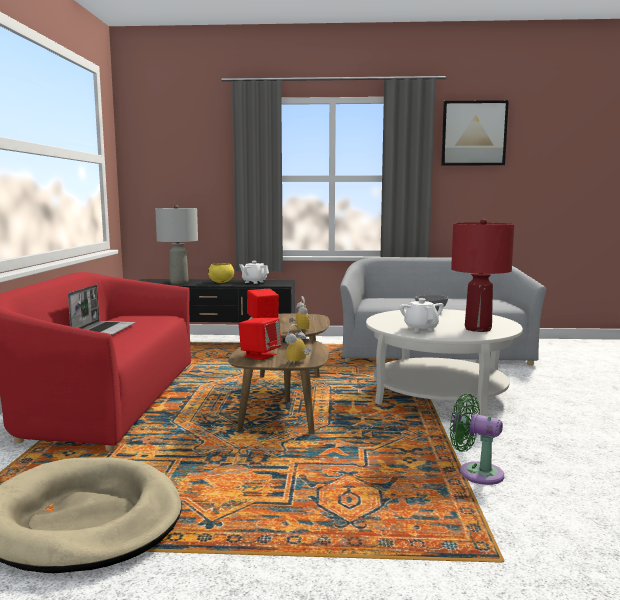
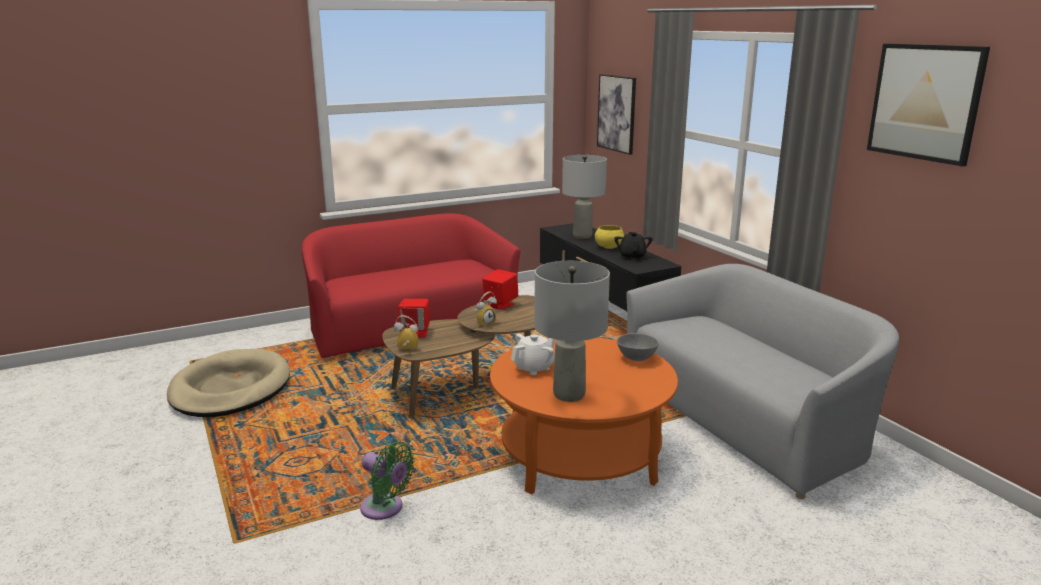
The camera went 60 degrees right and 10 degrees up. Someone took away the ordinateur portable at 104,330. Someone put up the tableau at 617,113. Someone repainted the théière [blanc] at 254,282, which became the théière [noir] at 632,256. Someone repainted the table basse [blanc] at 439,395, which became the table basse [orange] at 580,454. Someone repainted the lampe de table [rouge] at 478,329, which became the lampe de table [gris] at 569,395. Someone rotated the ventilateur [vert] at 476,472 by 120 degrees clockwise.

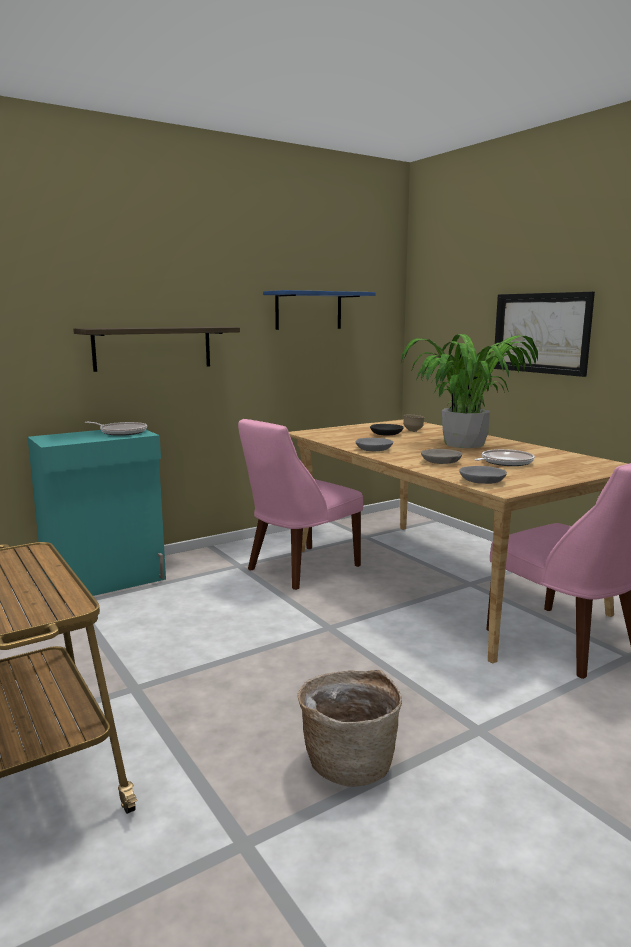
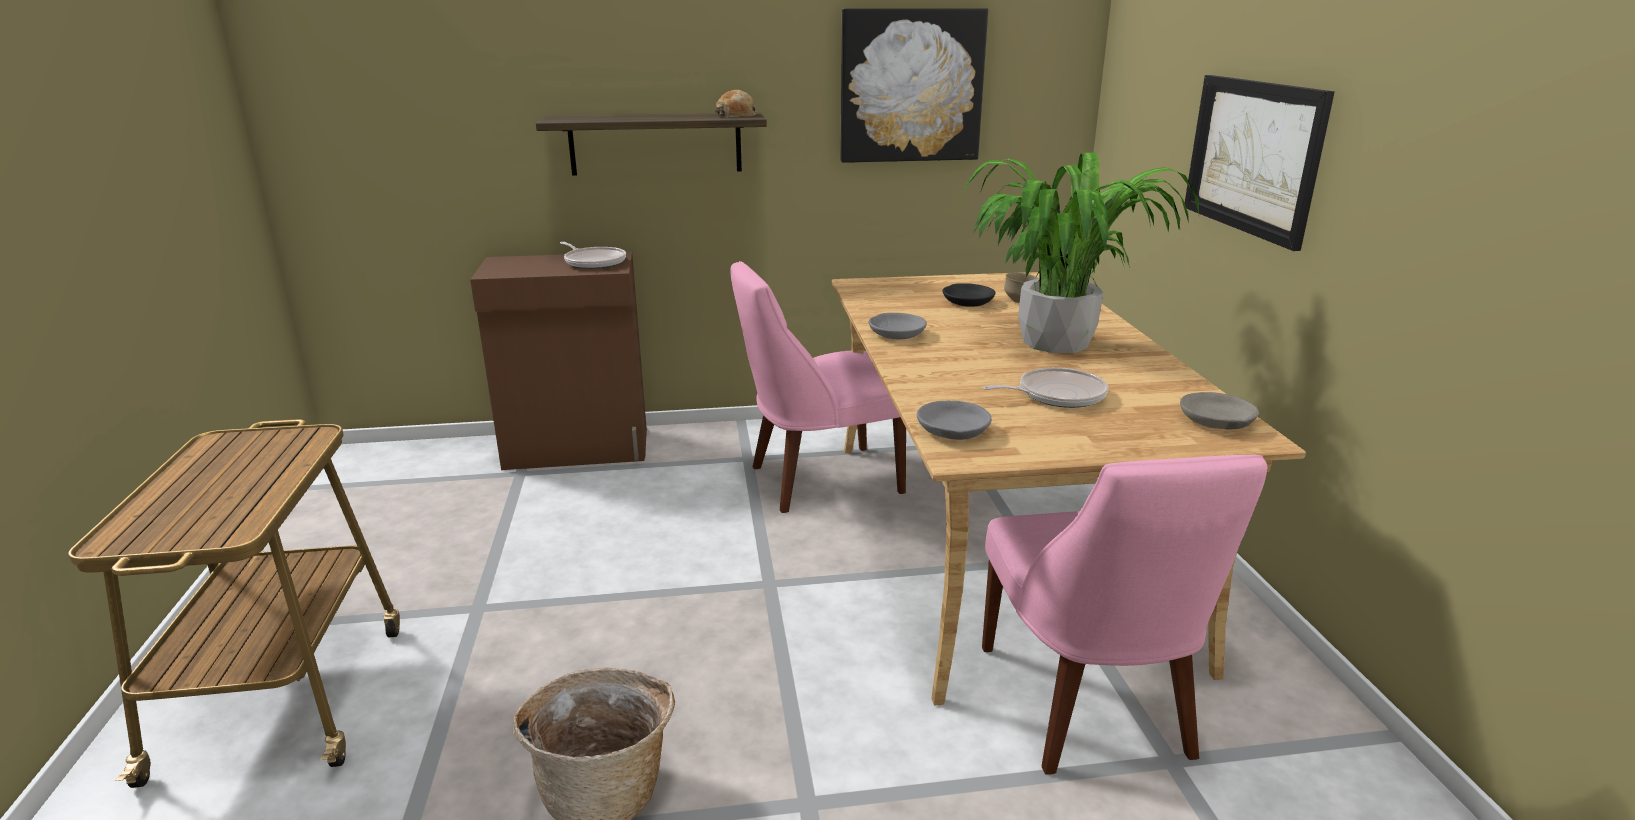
The camera went 25 degrees right and 10 degrees up. Someone put down the pain at 736,115. Someone carried the bol [gris] from 441,462 to 1216,422. Someone swapped the étagère [bleu] at 308,310 for the tableau at 911,86. Someone repainted the meuble de rangement [turquoise] at 106,581, which became the meuble de rangement [marron] at 578,450.

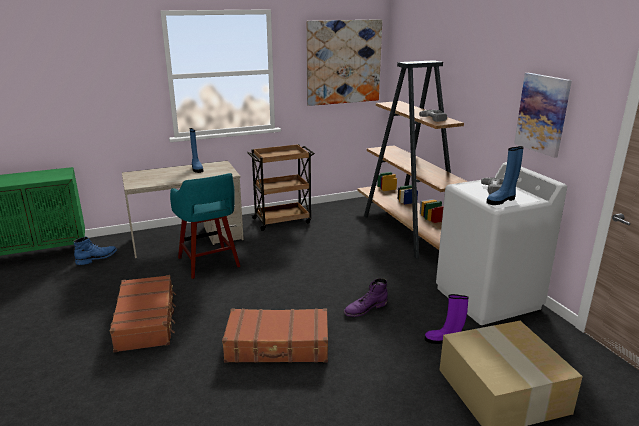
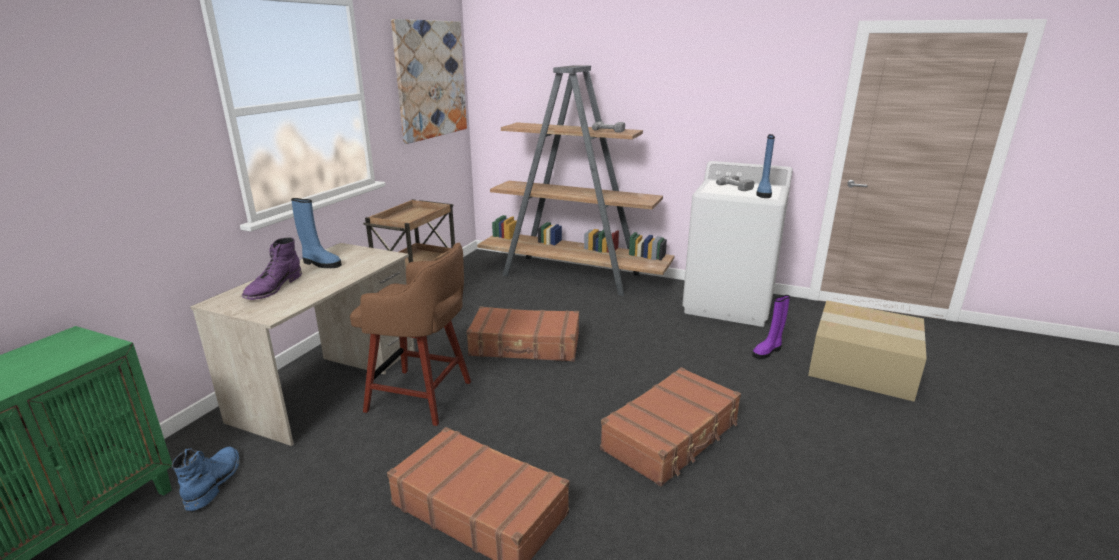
The camera went 45 degrees left and 0 degrees up. Someone took away the tableau at 542,114. Someone put down the valise [marron] at 525,346. Someone carried the botte [violet] from 365,308 to 273,287. Someone repainted the tabouret [turquoise] at 209,263, which became the tabouret [marron] at 422,397.

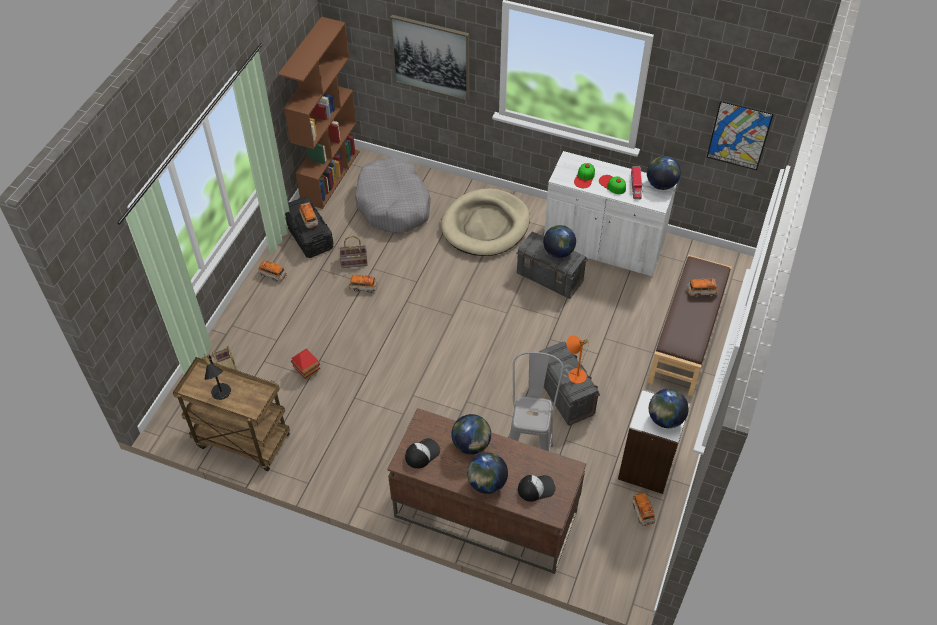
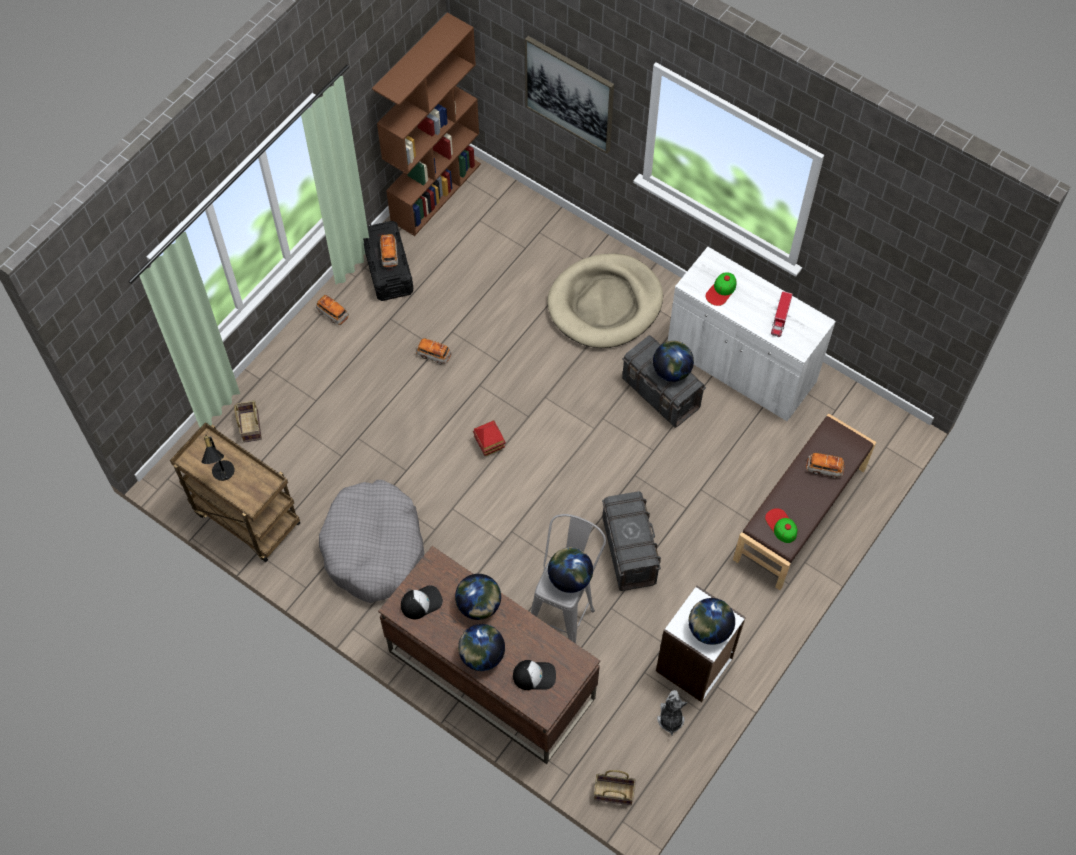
The camera went 15 degrees right and 10 degrees up. Someone took away the lampe de table [orange] at 575,373. Someone took away the tableau at 739,135. Someone carried the maison miniature from 307,370 to 489,445. Someone carried the panier from 353,262 to 612,793. Someone carried the panier pour chien [gris] from 393,204 to 374,548. Someone carried the casquette from 612,184 to 781,525. Someone carried the globe from 661,184 to 570,578. Someone swapped the petite voiture at 642,512 for the peluche at 670,718.

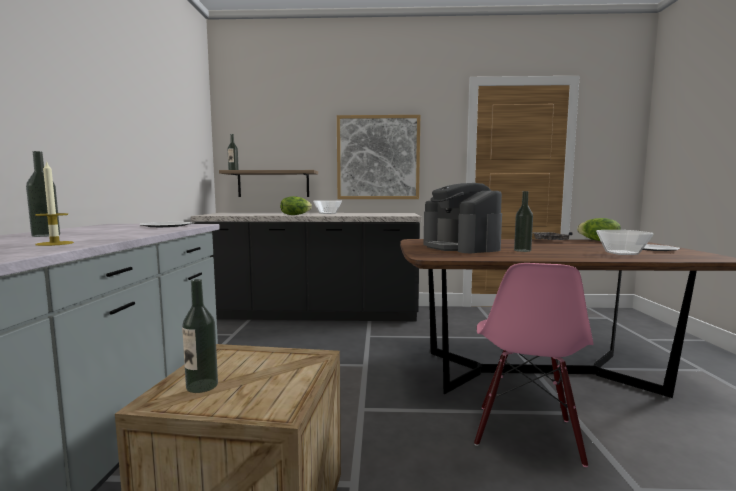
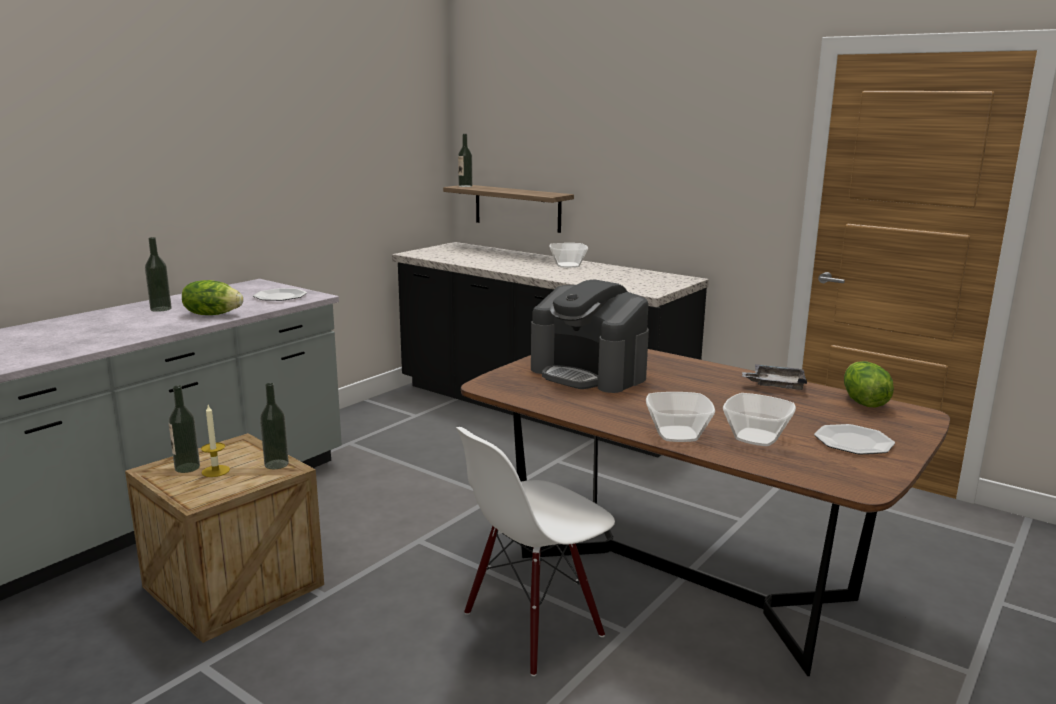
The camera went 35 degrees right and 10 degrees up. Someone took away the tableau at 378,158. Someone put down the bol at 678,434. Someone carried the bougie from 54,243 to 215,471. Someone carried the laitue from 295,215 to 212,314. Someone carried the bouteille from 522,250 to 276,464. Someone repainted the chaise [rose] at 526,433, which became the chaise [blanc] at 533,626. Someone rotated the machine à café at 461,247 by 60 degrees counterclockwise.

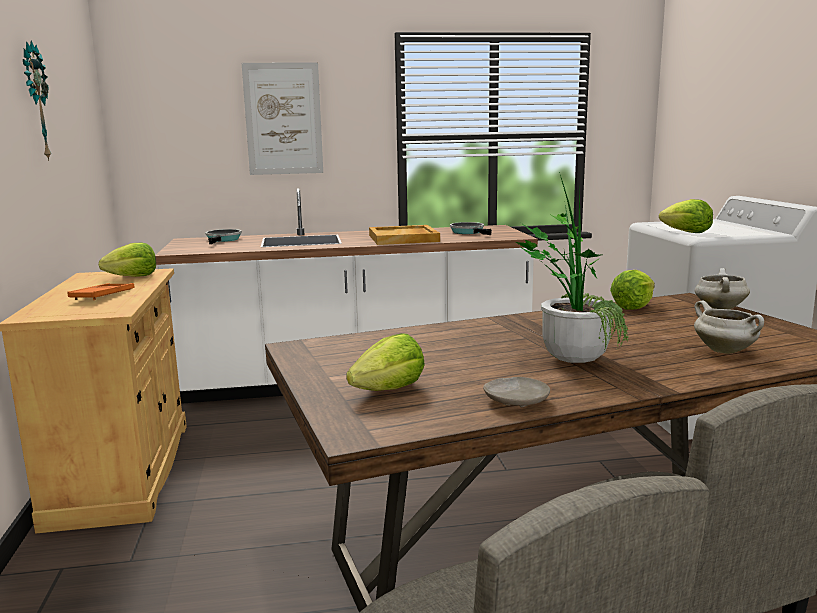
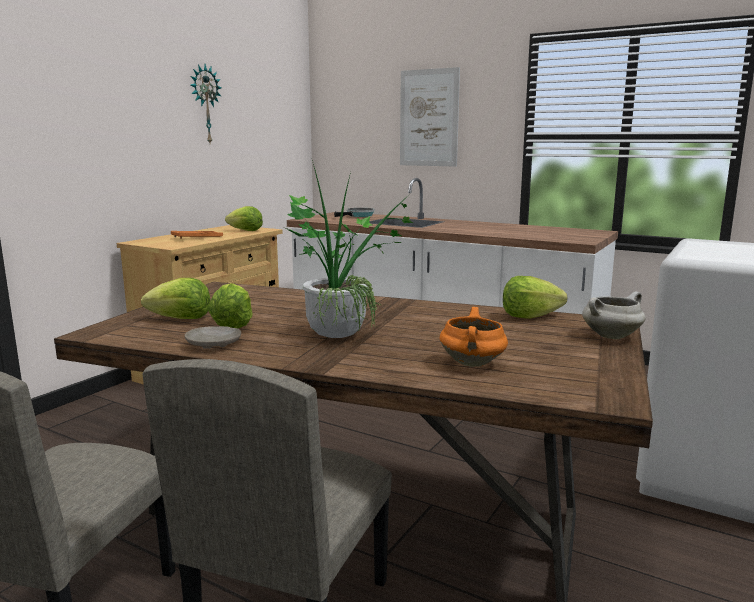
The camera went 40 degrees right and 0 degrees up. Someone took away the plateau [beige] at 404,238. Someone took away the poêle at 469,232. Someone carried the laitue from 686,232 to 233,325. Someone repainted the marmite [blanc] at 725,351, which became the marmite [orange] at 473,364.

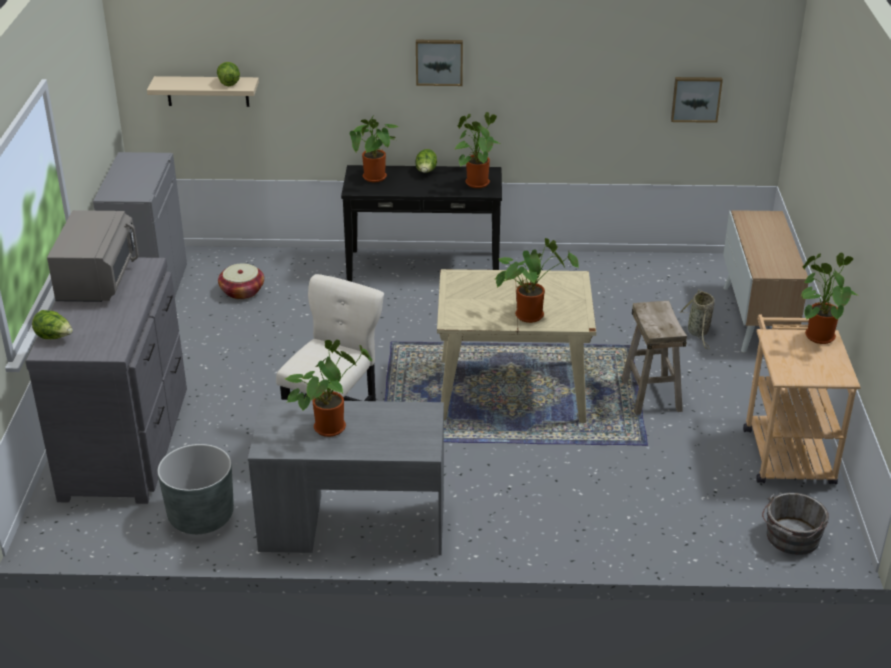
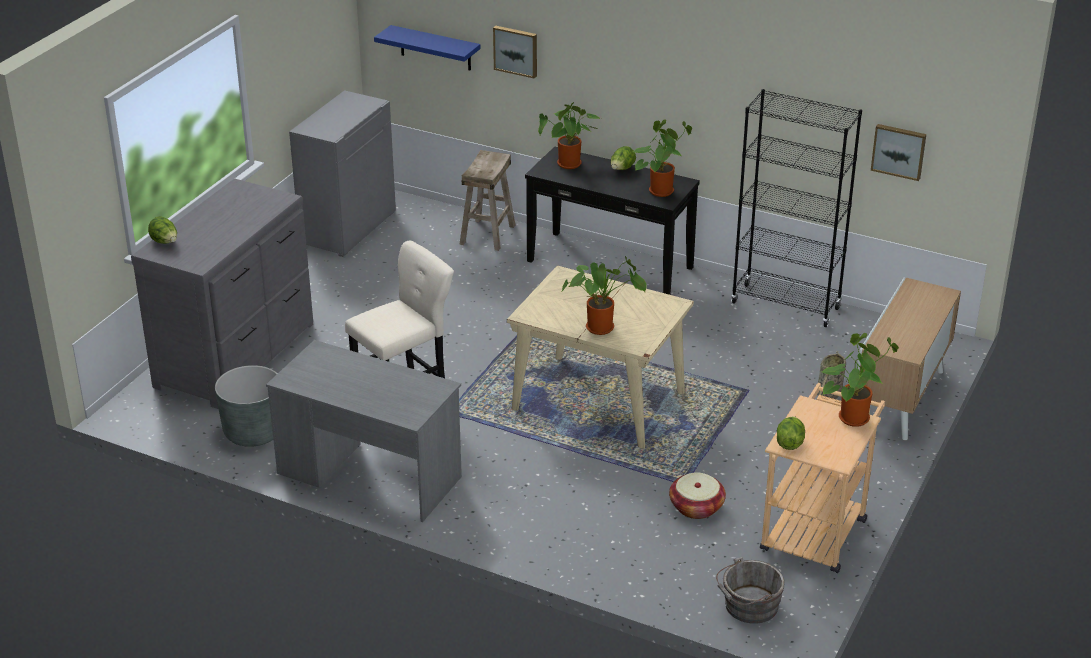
The camera went 25 degrees right and 0 degrees up. Someone took away the micro-ondes [gris] at 98,280. Someone took away the plante en pot at 330,425. Someone put down the bibliothèque [noir] at 786,306. Someone carried the laitue from 229,83 to 789,442. Someone carried the panier from 242,291 to 696,507. Someone carried the tableau from 439,61 to 516,51. Someone carried the tabouret [beige] from 651,395 to 488,234. Someone repainted the étagère [beige] at 207,91, which became the étagère [bleu] at 435,48.

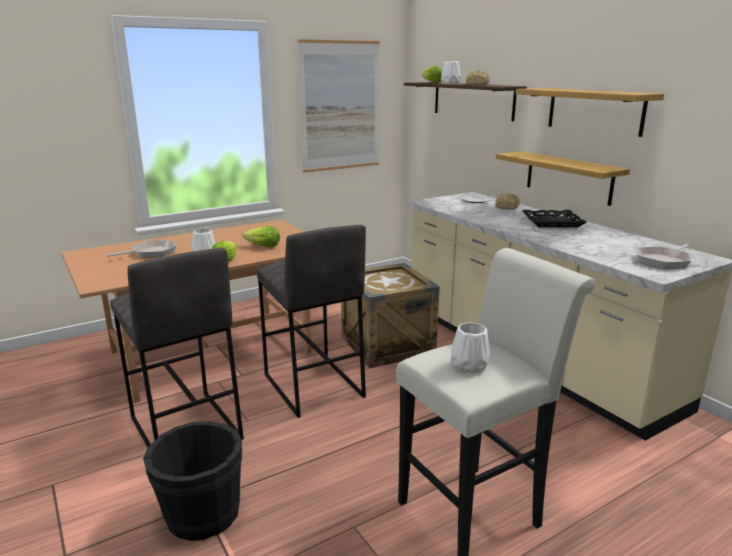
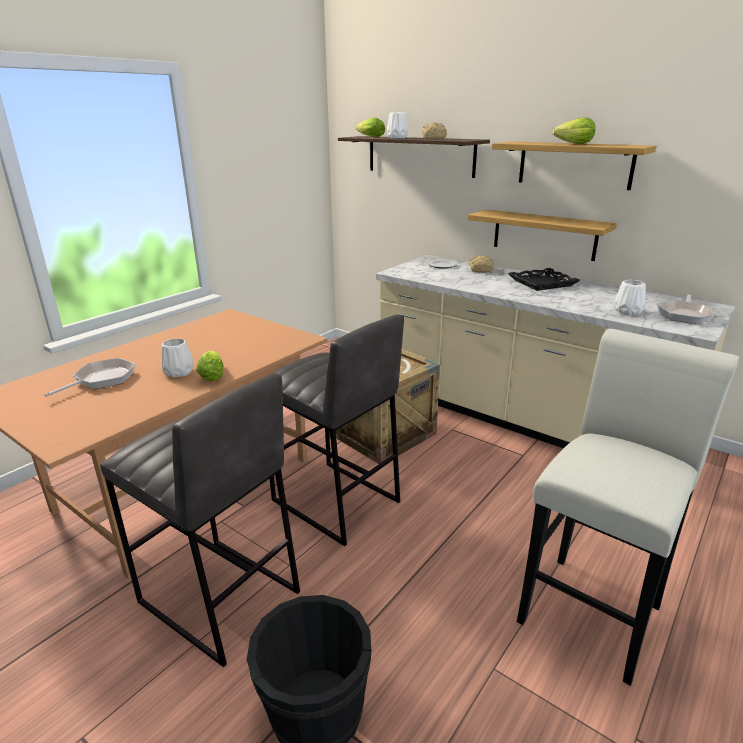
The camera went 20 degrees left and 5 degrees up. Someone took away the tableau at 340,106. Someone carried the laitue from 263,246 to 574,144. Someone carried the vase [blanc] from 470,365 to 628,311.

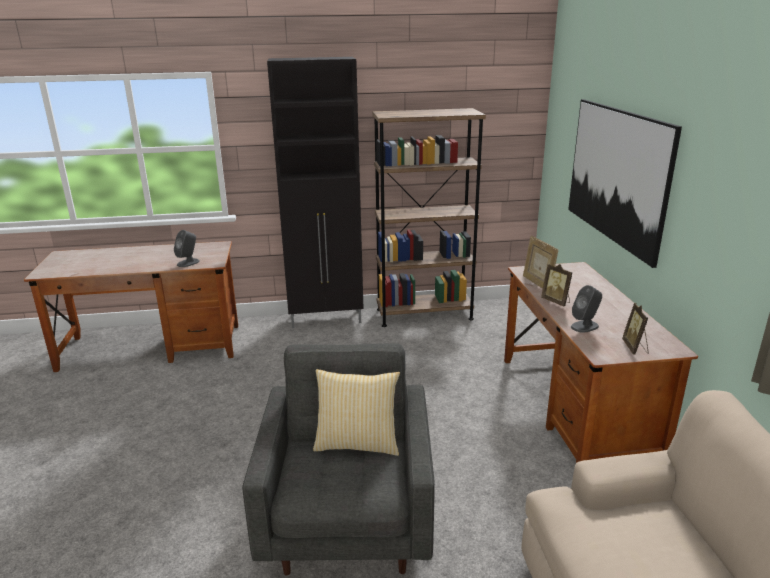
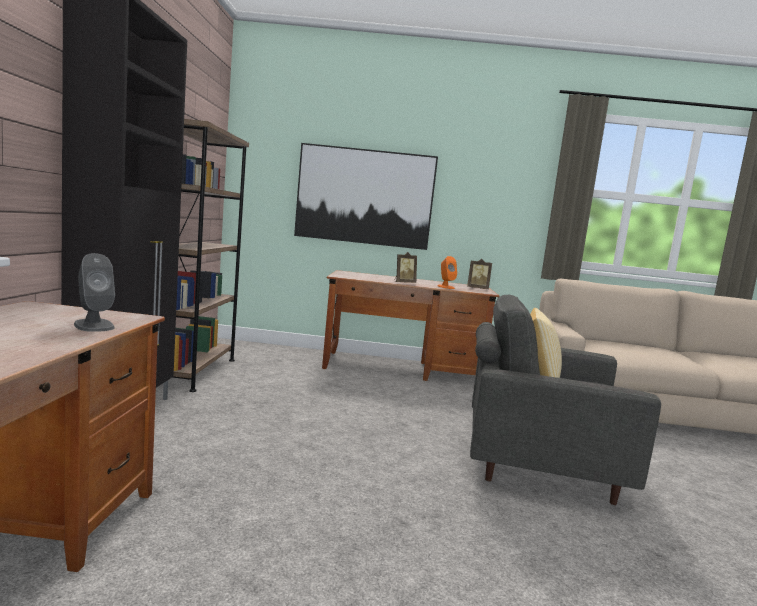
The camera went 80 degrees left and 15 degrees down. Someone took away the cadre photo at 537,284. Someone repainted the enceinte [gris] at 585,326, which became the enceinte [orange] at 446,287.

